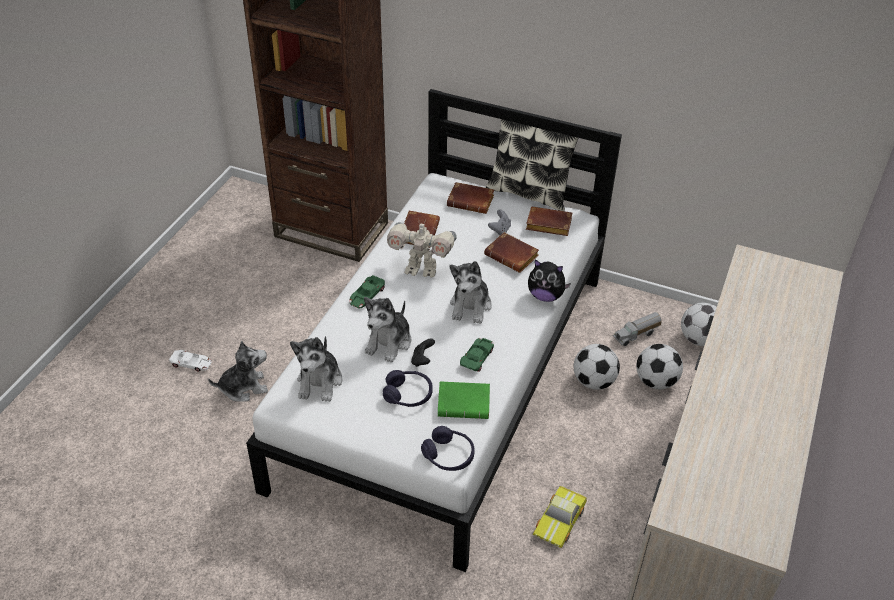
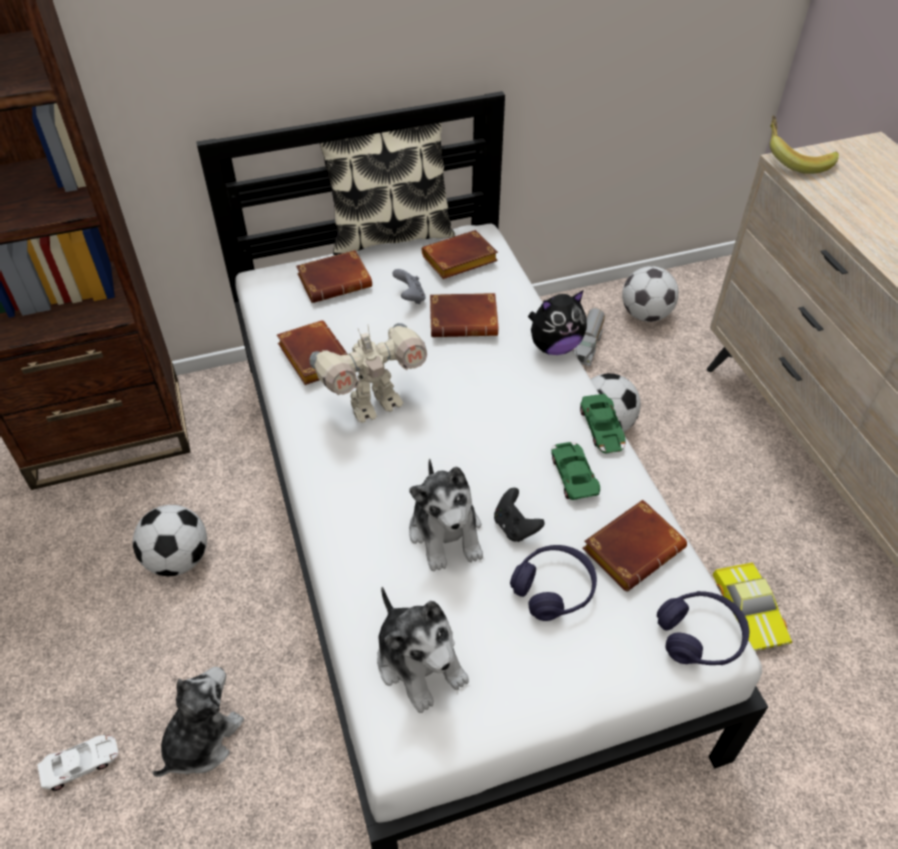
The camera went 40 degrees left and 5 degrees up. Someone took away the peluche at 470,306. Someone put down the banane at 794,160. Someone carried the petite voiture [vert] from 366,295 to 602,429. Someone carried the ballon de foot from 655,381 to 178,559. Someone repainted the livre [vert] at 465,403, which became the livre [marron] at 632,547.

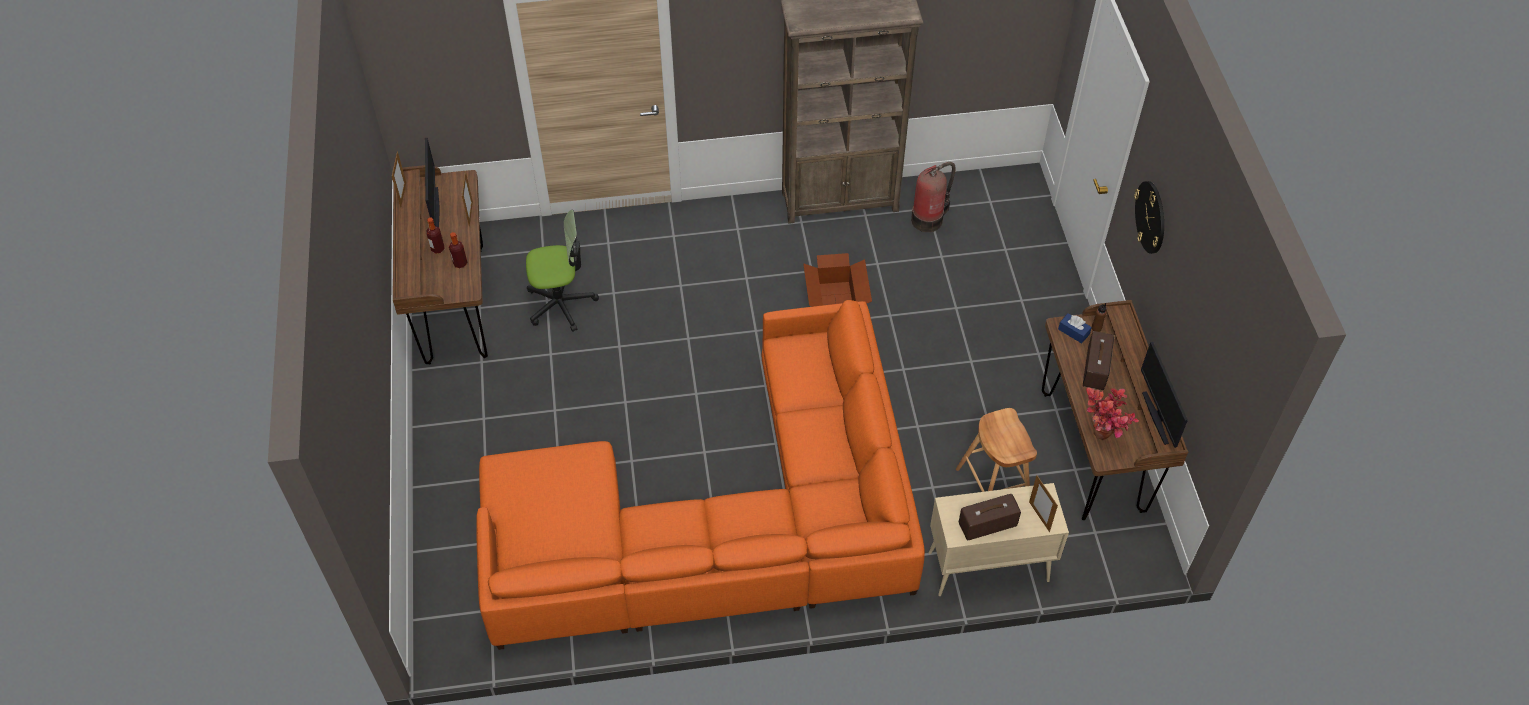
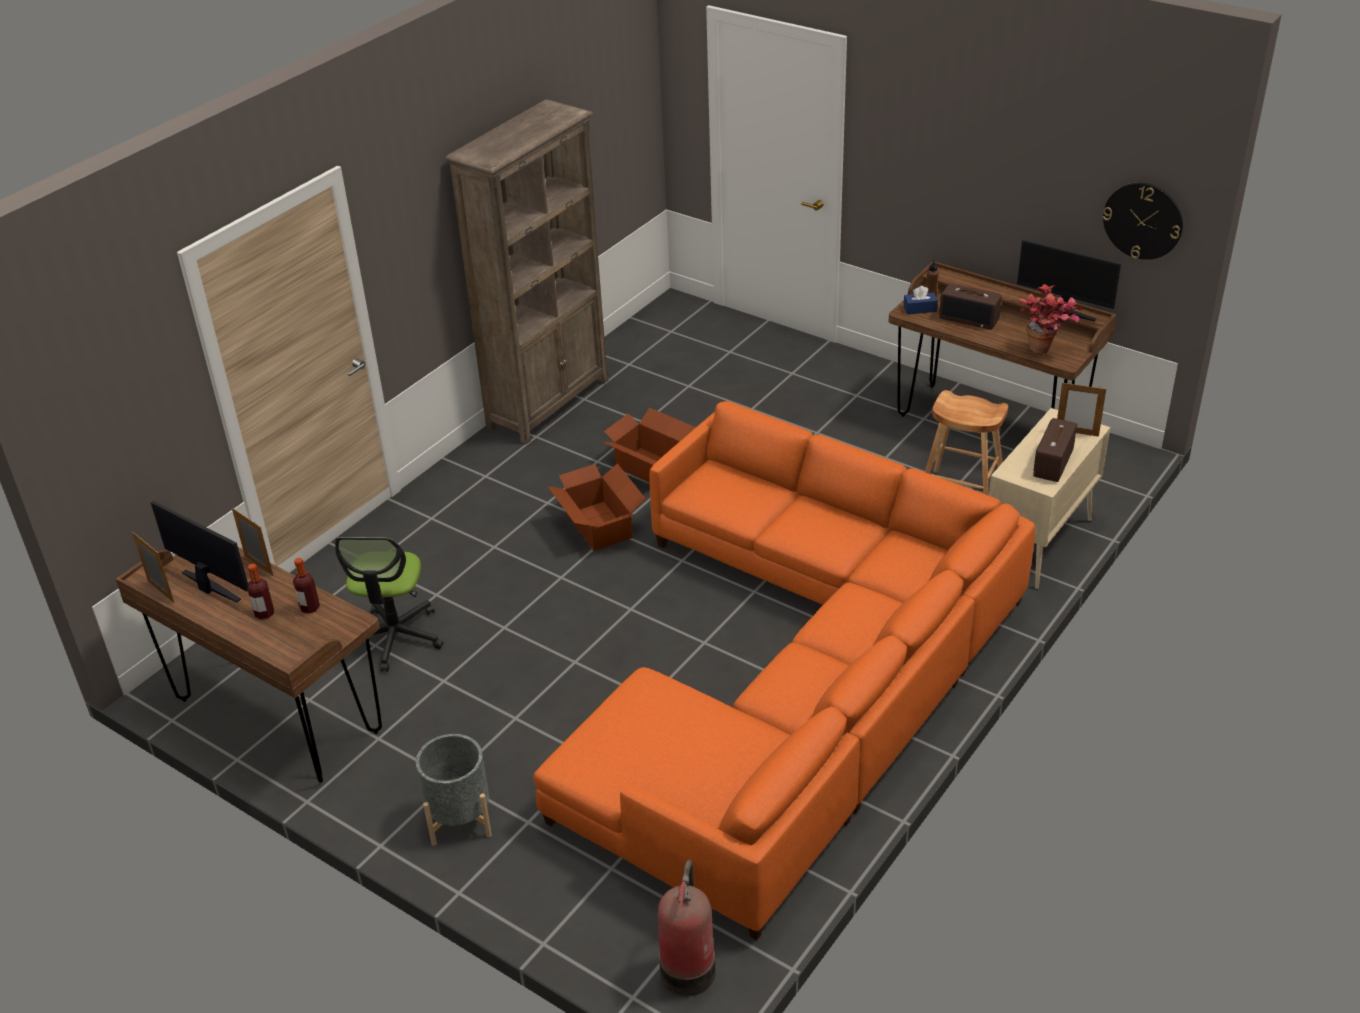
The camera went 45 degrees left and 15 degrees down. Someone put down the cache-pot [gris] at 460,818. Someone put down the carton at 599,525. Someone carried the extincteur from 929,219 to 688,967. Someone carried the horloge murale from 1151,217 to 1143,220. Someone rotated the chaise de bureau at 561,304 by 150 degrees clockwise. Someone rotated the radio at 1095,368 by 150 degrees clockwise.

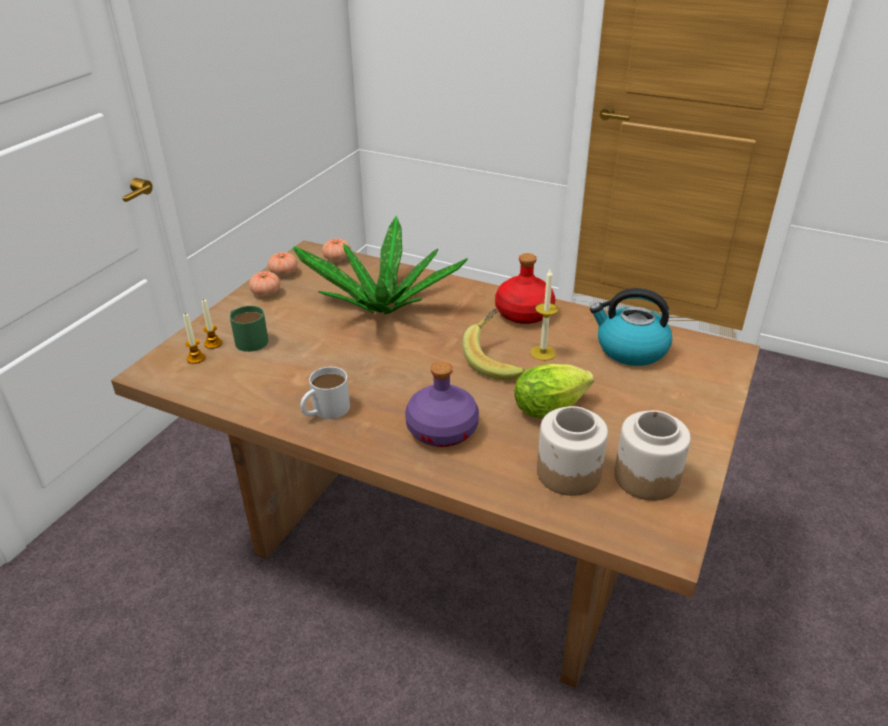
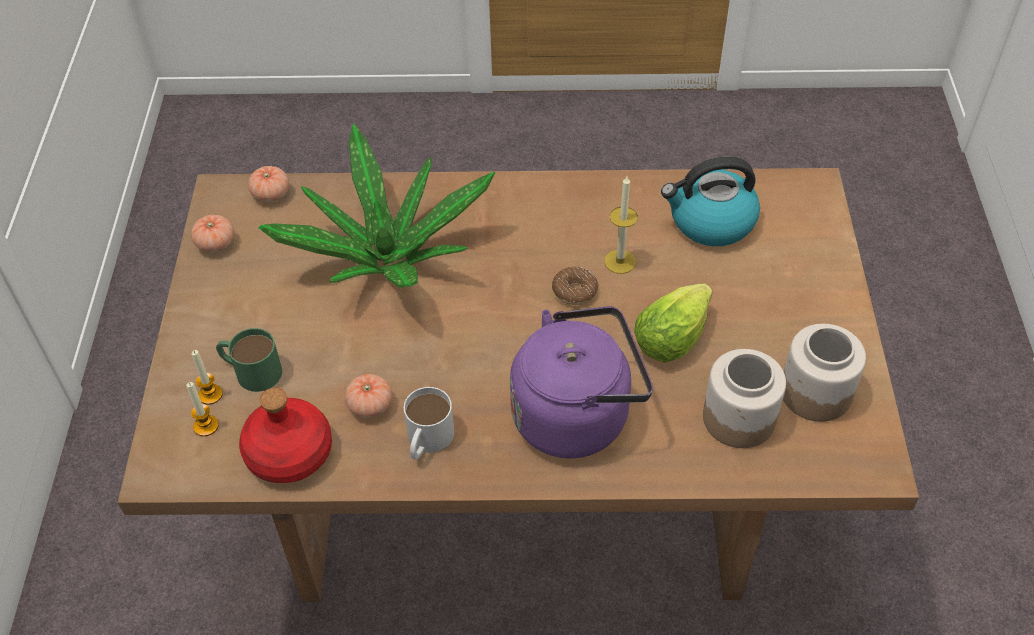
The camera went 25 degrees left and 15 degrees up. Someone carried the tomate from 266,293 to 370,405. Someone carried the bouteille [rouge] from 524,313 to 290,454. Someone swapped the bouteille [violet] at 442,430 for the bouilloire [violet] at 577,415. Someone swapped the banane at 496,360 for the beignet at 574,291.

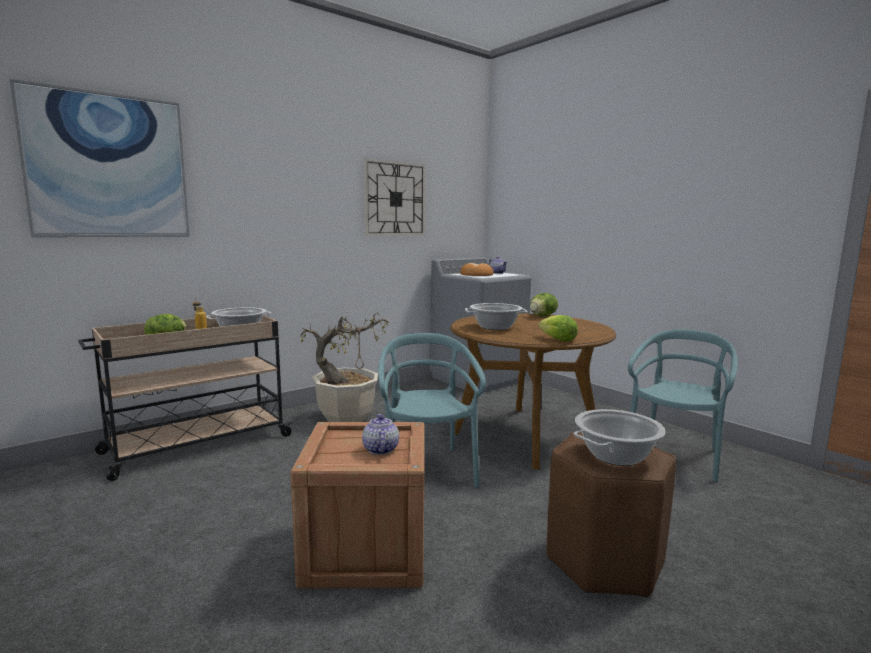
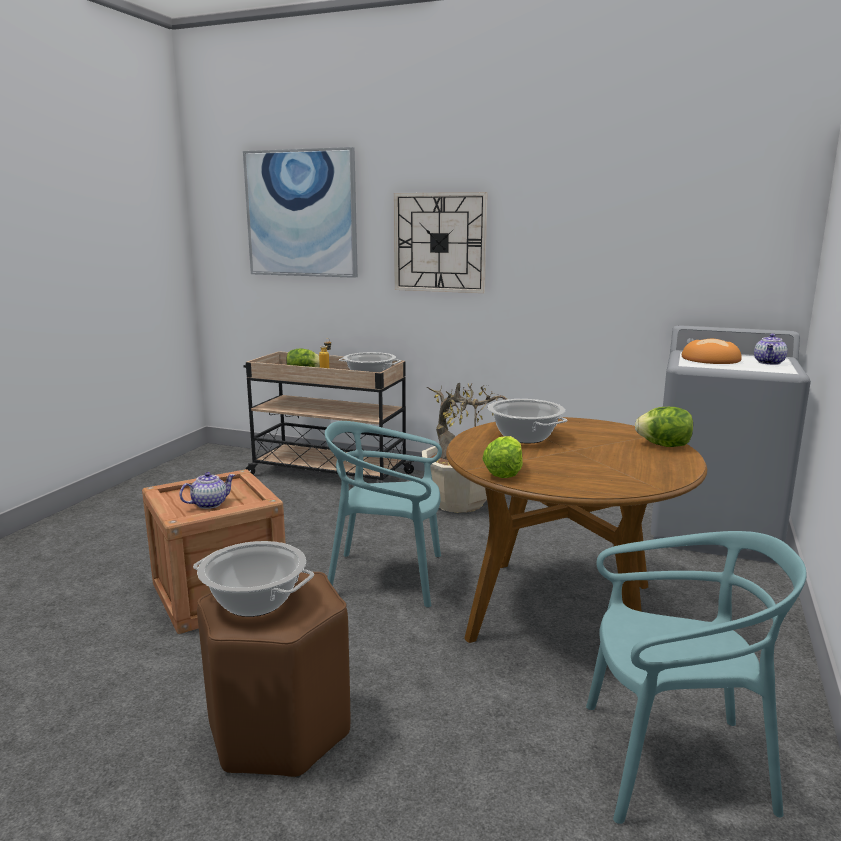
The camera went 60 degrees right and 5 degrees up. Someone carried the horloge murale from 395,199 to 440,242. Someone rotated the chaise [turquoise] at 426,470 by 135 degrees counterclockwise.

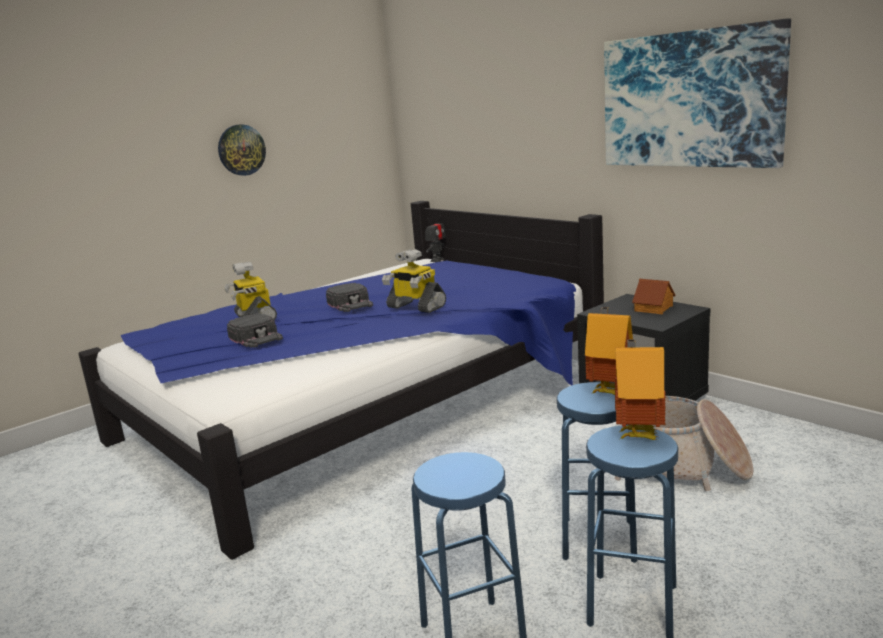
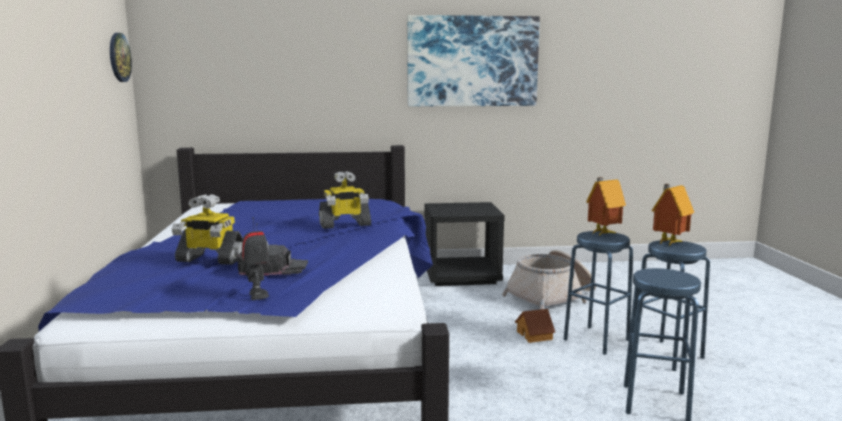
The camera went 55 degrees left and 5 degrees down. Someone took away the casquette [noir] at 350,303. Someone carried the horloge murale from 241,150 to 119,57. Someone carried the robot jouet from 437,260 to 257,295. Someone carried the maison miniature from 654,308 to 535,335.

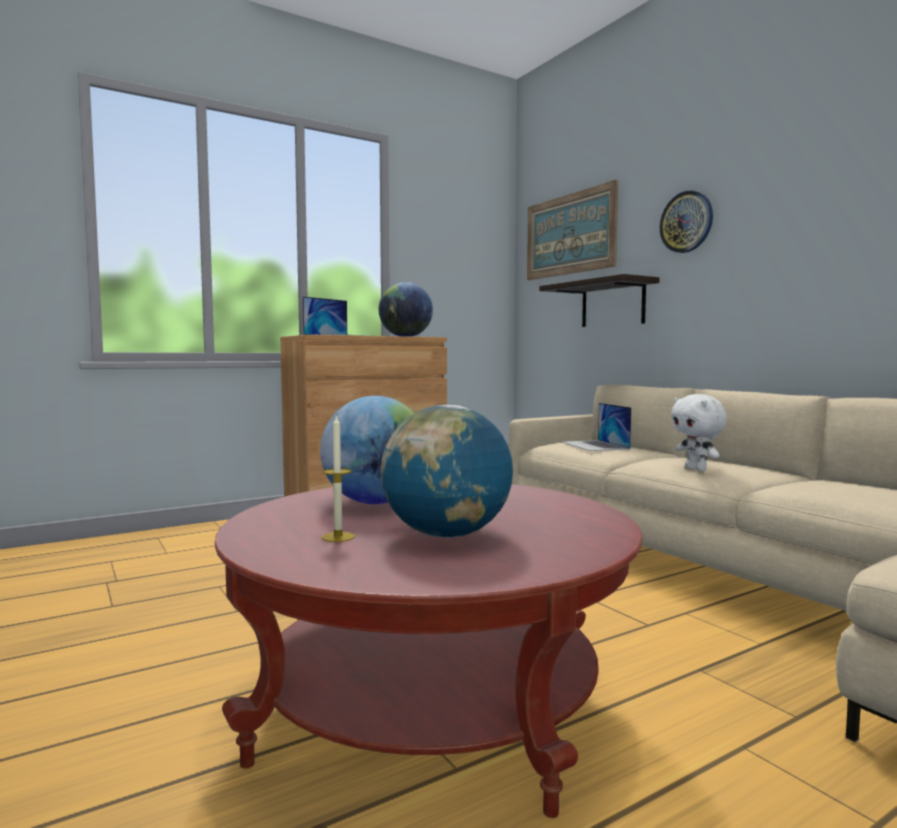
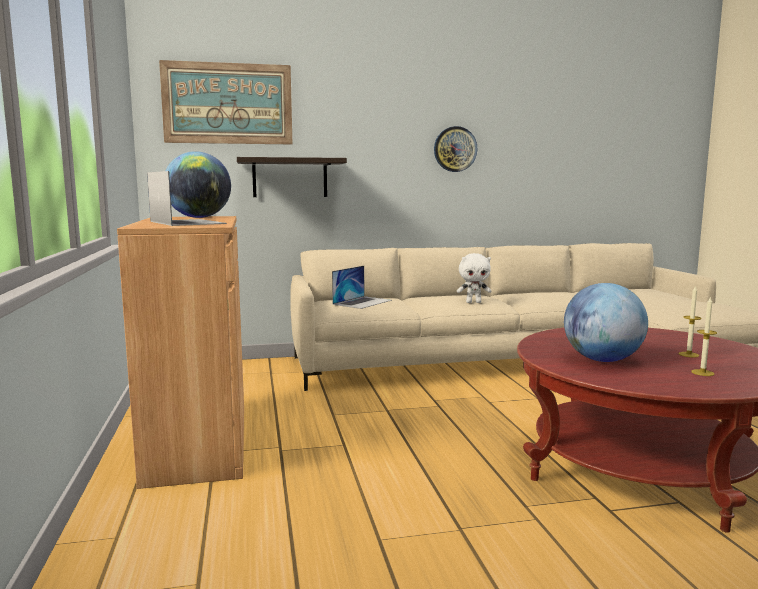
The camera went 70 degrees left and 5 degrees up. Someone carried the horloge murale from 686,222 to 455,149. Someone swapped the globe at 446,535 for the bougie at 688,354. Someone rotated the ordinateur portable at 594,445 by 60 degrees counterclockwise.

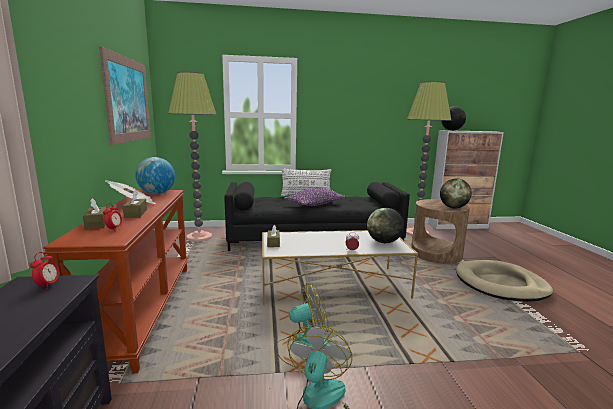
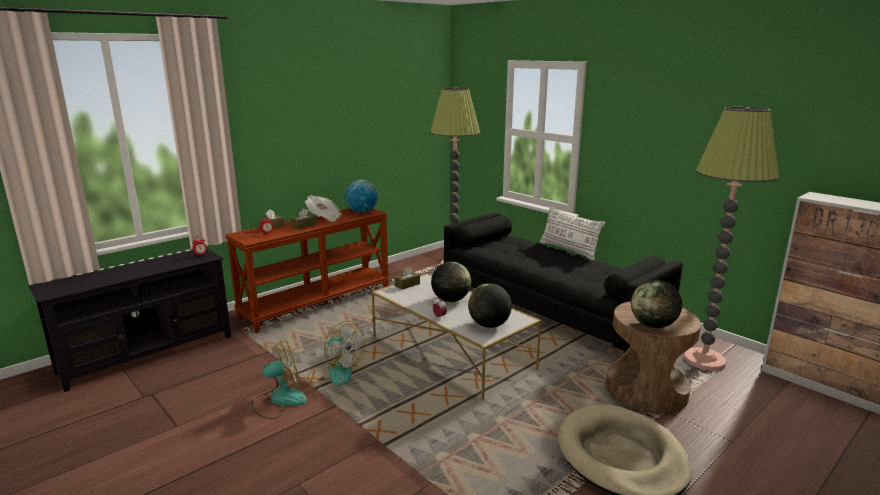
The camera went 55 degrees right and 5 degrees up. Someone took away the tableau at 128,100. Someone took away the coussin [violet] at 315,204. Someone carried the globe from 452,130 to 451,300.

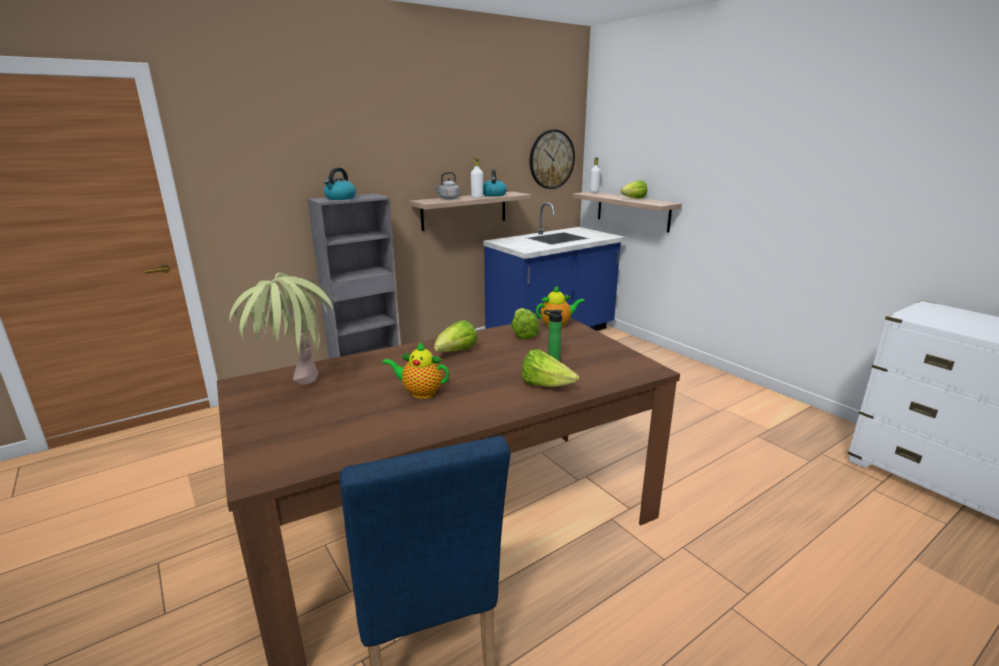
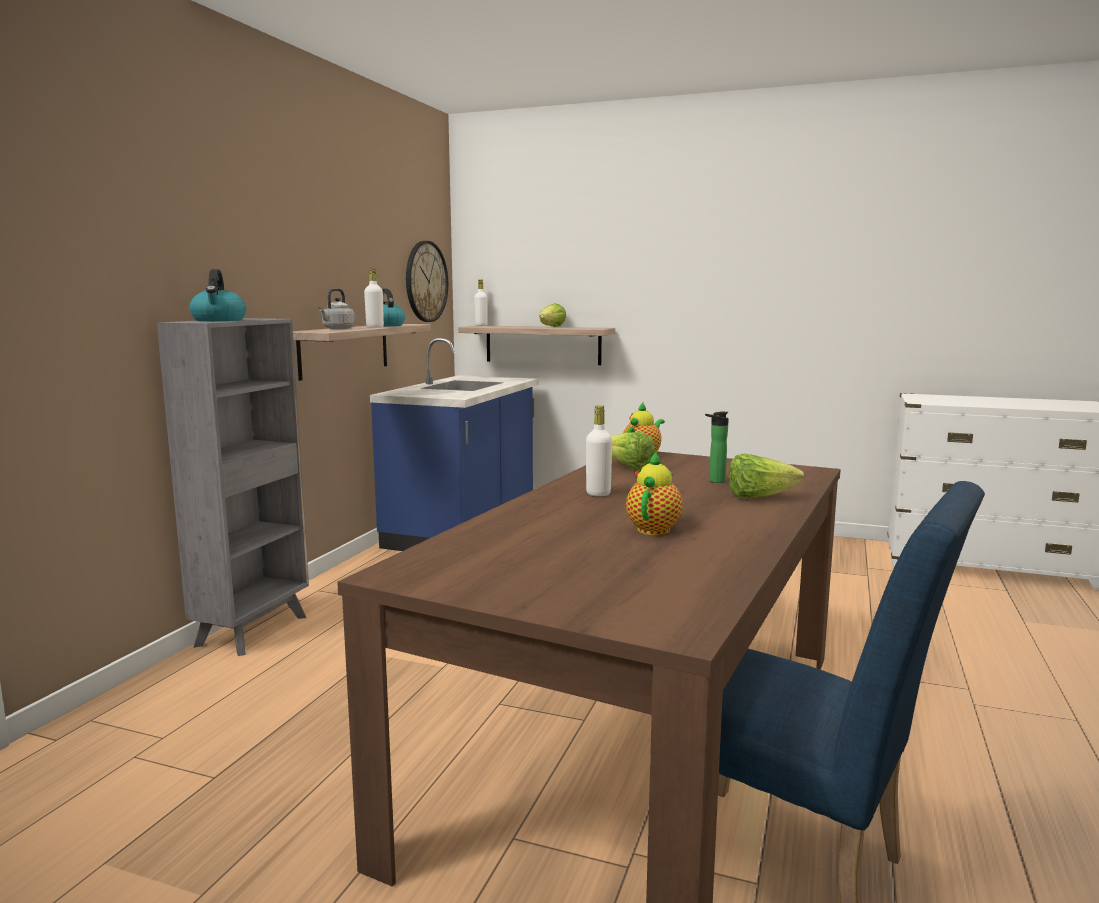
The camera went 35 degrees left and 10 degrees down. Someone took away the plante en pot at 296,395. Someone swapped the laitue at 456,352 for the bouteille [blanc] at 598,493. Someone rotated the théière at 420,392 by 135 degrees clockwise.

